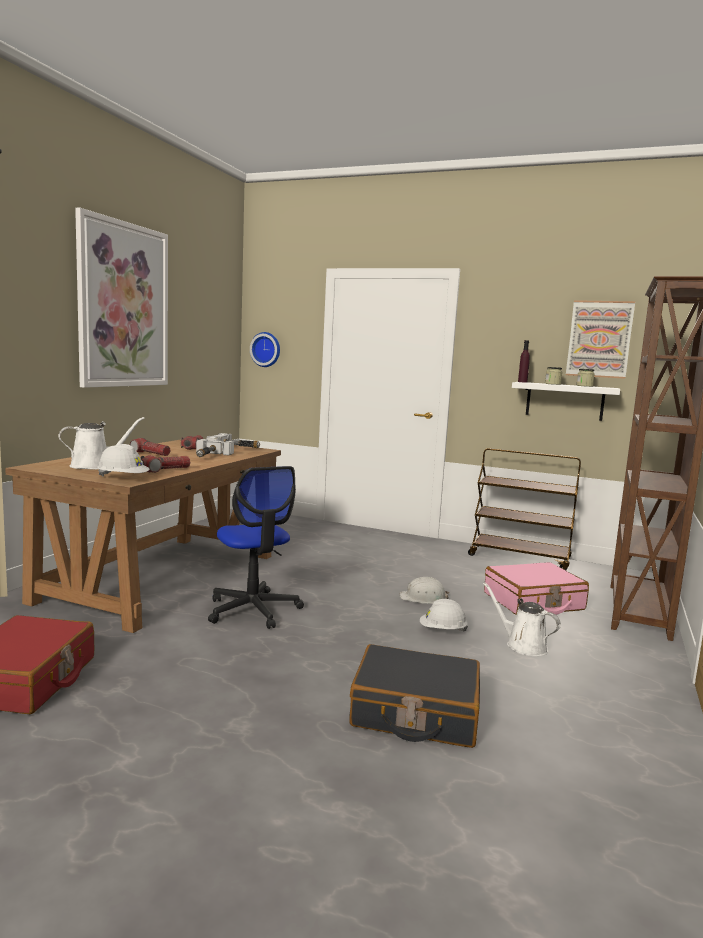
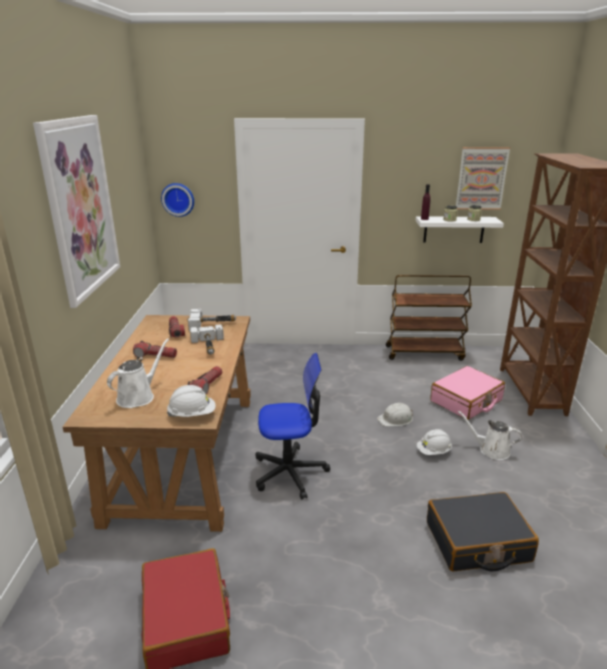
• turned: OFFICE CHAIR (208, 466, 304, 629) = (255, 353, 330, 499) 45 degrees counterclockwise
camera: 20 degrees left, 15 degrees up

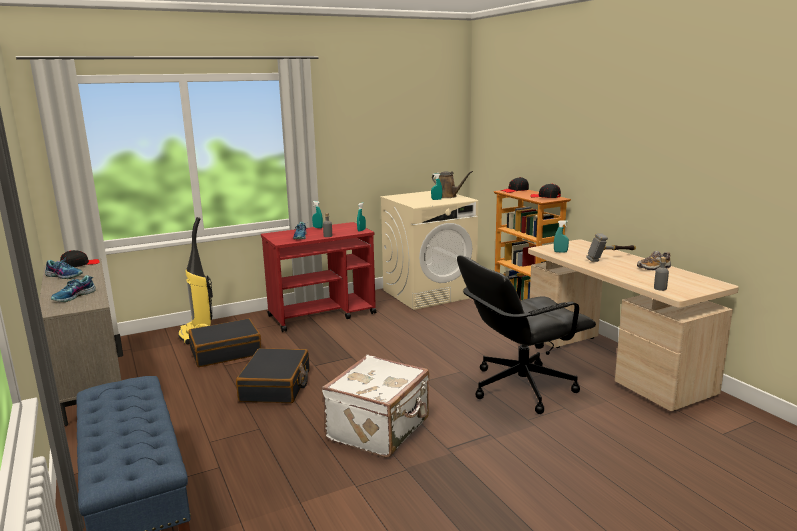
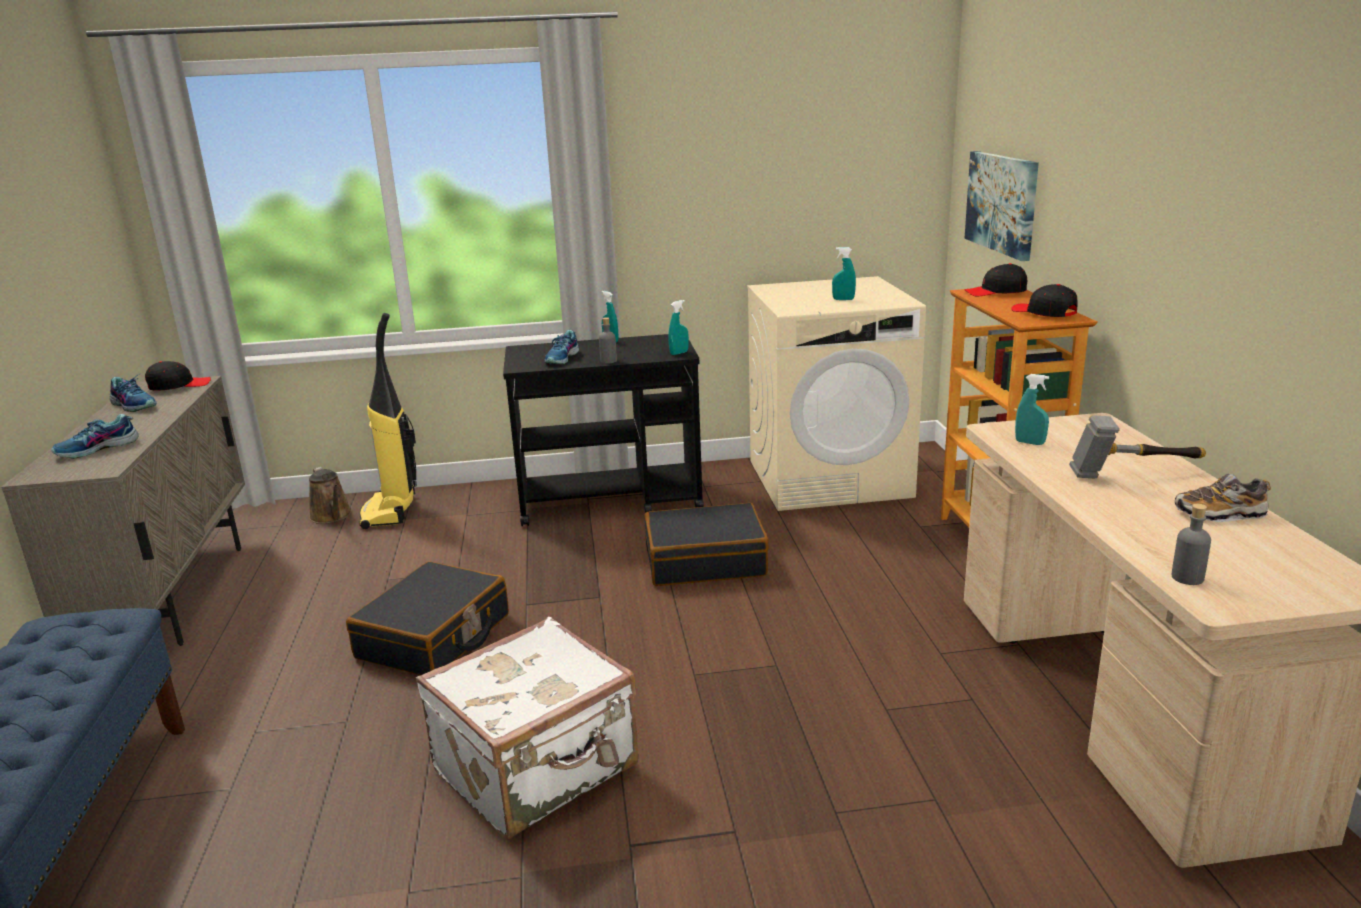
• moved: BROWN WATERING CAN (432, 171, 473, 198) to (309, 467, 352, 524)
• recoloured: RED CART (261, 222, 376, 332) to BLACK CART (503, 334, 704, 526)
• removed: BLACK OFFICE CHAIR (457, 255, 596, 414)
• moved: BLACK SUITCASE (188, 318, 261, 367) to (644, 503, 769, 586)
• added: PICTURE (964, 151, 1039, 261)
camera: 20 degrees right, 5 degrees up

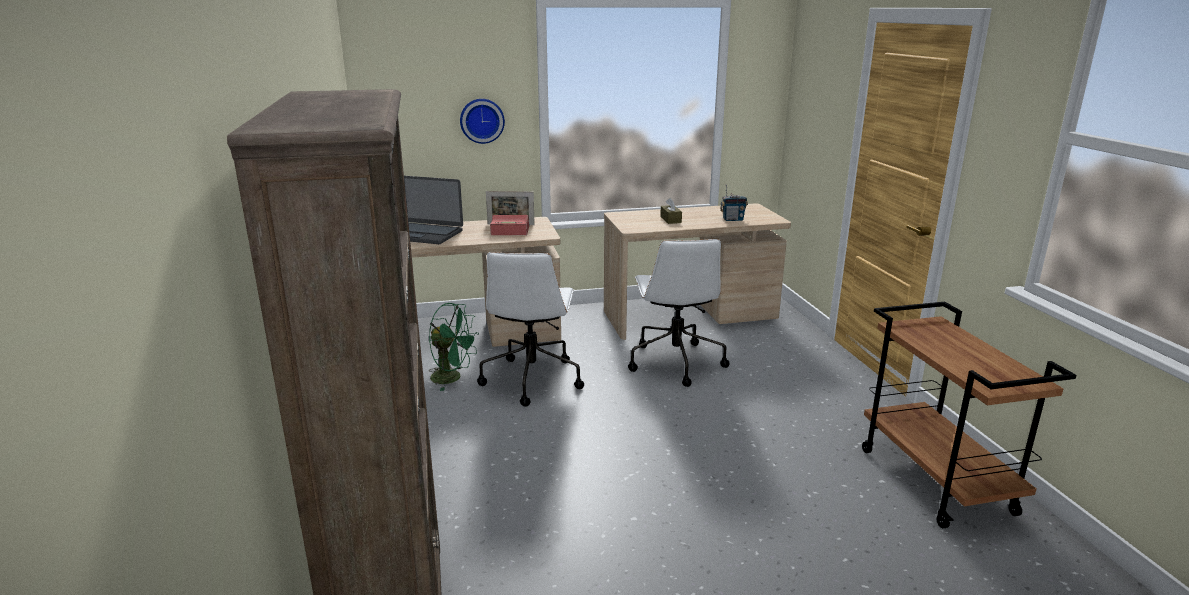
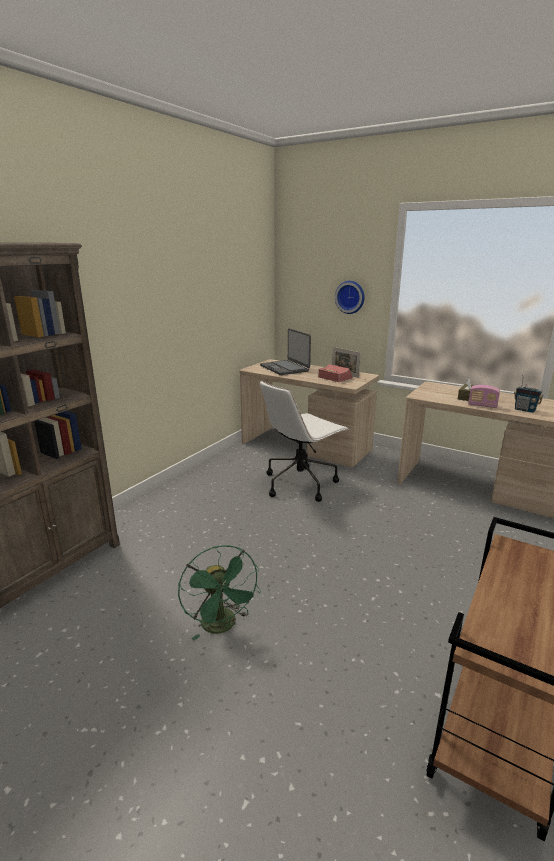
• removed: WHITE OFFICE CHAIR (628, 239, 730, 387)
• moved: GREEN FAN (429, 303, 479, 391) to (178, 545, 261, 641)
• added: RADIO (468, 385, 500, 408)
camera: 45 degrees right, 0 degrees up

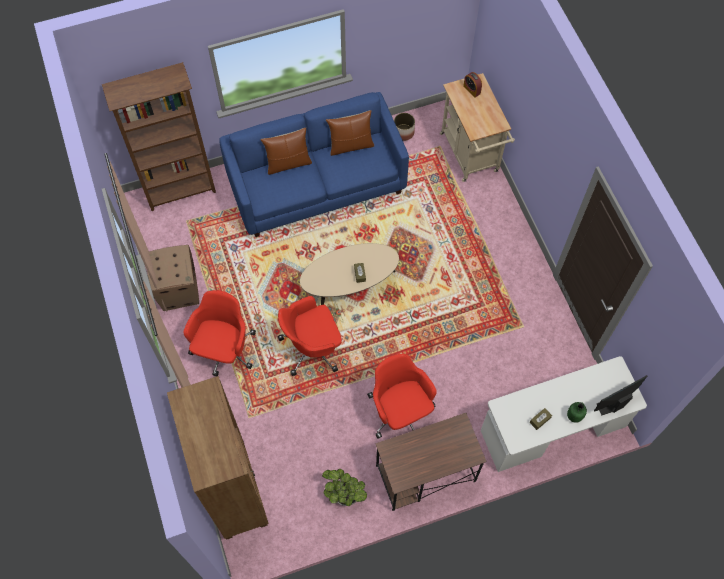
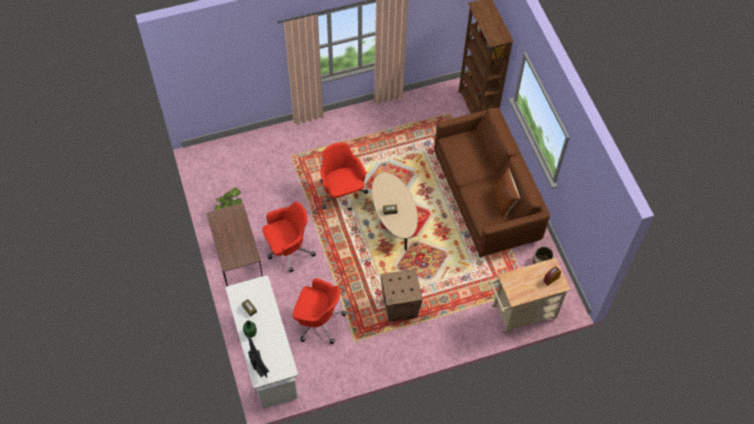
• recoloured: BLUE SOFA (219, 92, 409, 237) to BROWN SOFA (434, 107, 550, 257)
• removed: BROWN PILLOW (260, 128, 312, 175)
• moved: CARDBOARD BOX (147, 245, 199, 311) to (380, 269, 423, 322)
• moved: RED OFFICE CHAIR (183, 290, 256, 376) to (293, 278, 346, 344)
• removed: BROWN BOOKCASE (167, 376, 269, 540)
camera: 90 degrees right, 5 degrees down

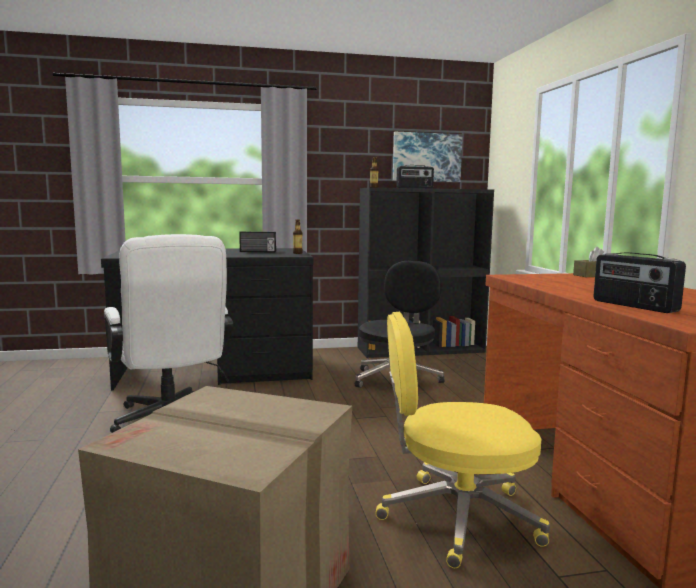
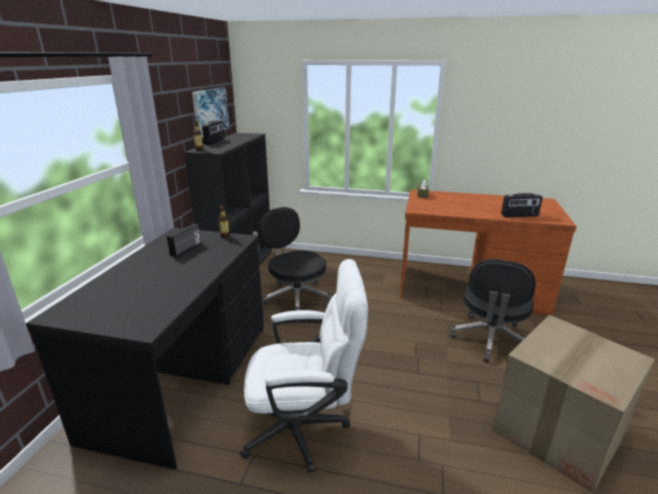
• recoloured: YELLOW OFFICE CHAIR (375, 312, 550, 568) to BLACK OFFICE CHAIR (449, 259, 536, 363)
camera: 65 degrees left, 15 degrees up

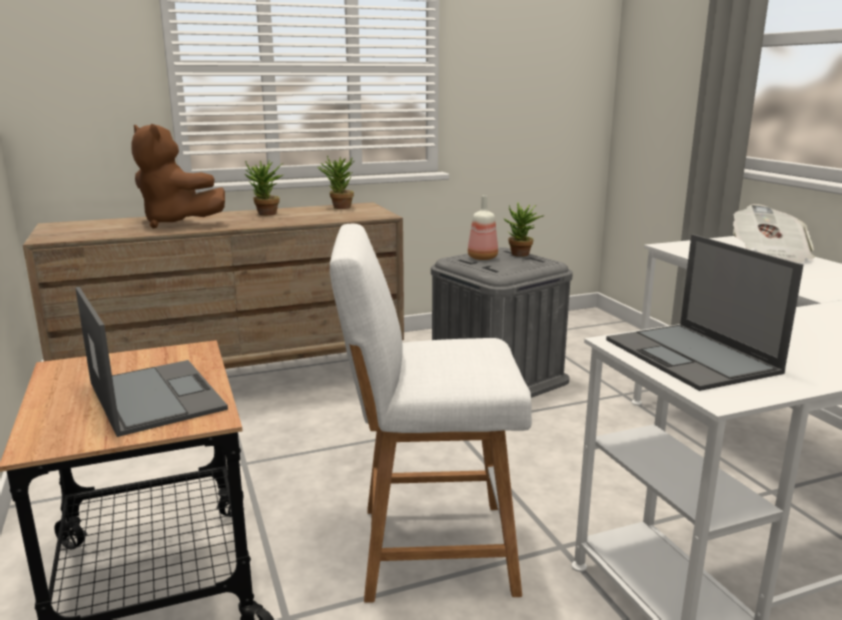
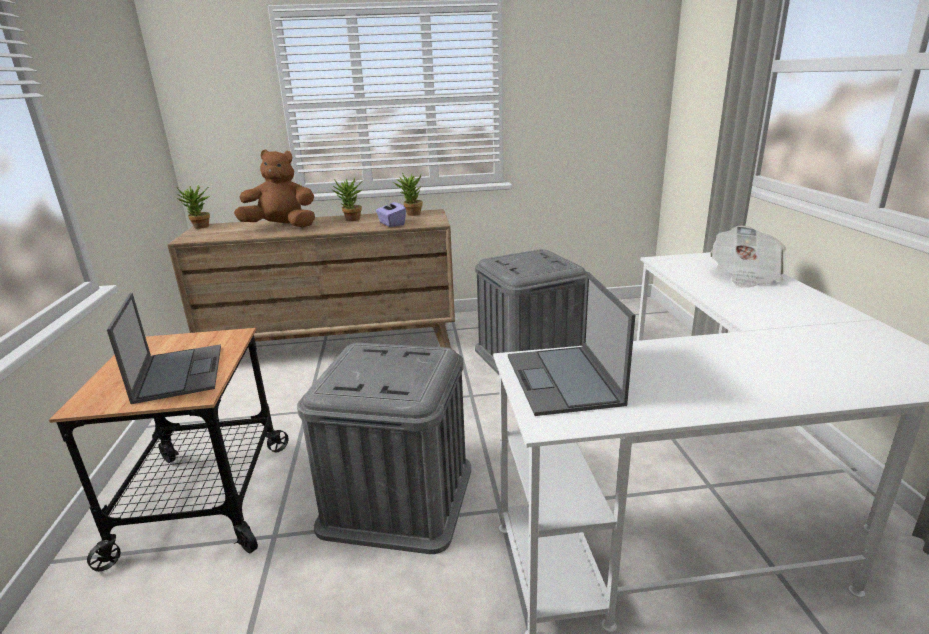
• turned: BROWN PLUSH TOY (131, 124, 225, 228) = (234, 150, 315, 228) 135 degrees clockwise
• removed: BOTTLE (468, 195, 498, 260)
• moved: POTTED PLANT (503, 203, 544, 257) to (177, 184, 210, 229)
• replaced: WHITE STOOL (330, 224, 532, 603) to GREY STORAGE BOX (297, 343, 471, 554)
• added: PURPLE TISSUE BOX (376, 198, 406, 227)
camera: 15 degrees right, 5 degrees up

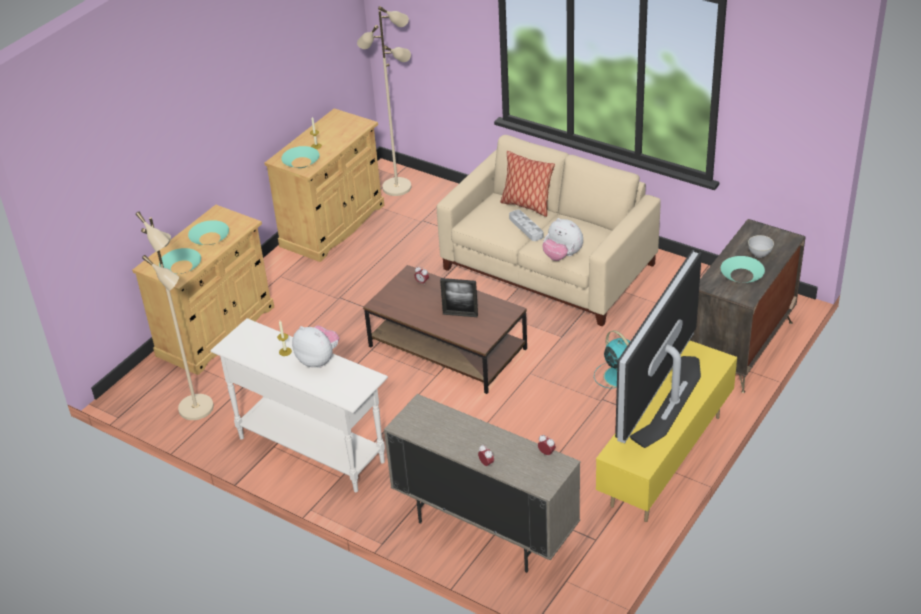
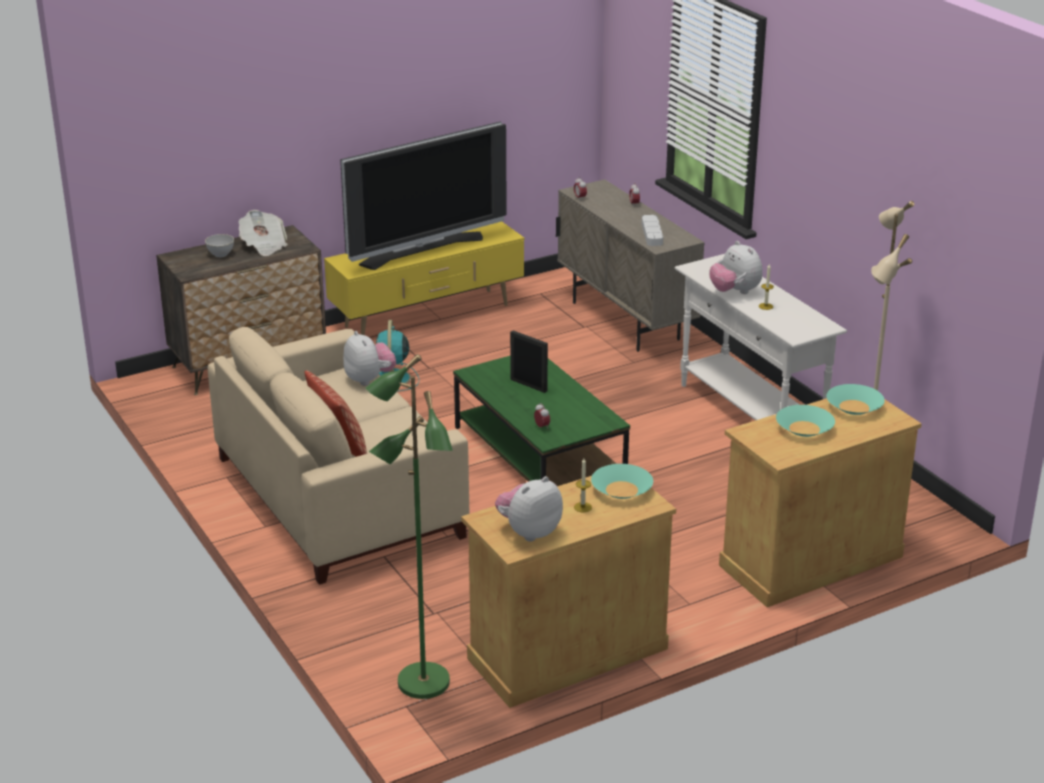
• recoloured: BEIGE FLOOR LAMP (357, 6, 411, 196) to GREEN FLOOR LAMP (366, 354, 453, 699)
• moved: GREY TRAY (509, 210, 543, 241) to (642, 215, 663, 246)
• replaced: TURQUOISE BOWL (721, 256, 765, 283) to NEWSPAPER (239, 210, 287, 256)
• recoloured: BROWN COFFEE TABLE (363, 265, 527, 394) to GREEN COFFEE TABLE (453, 356, 630, 486)
• added: PLUSH TOY (495, 476, 563, 542)
camera: 155 degrees left, 10 degrees down

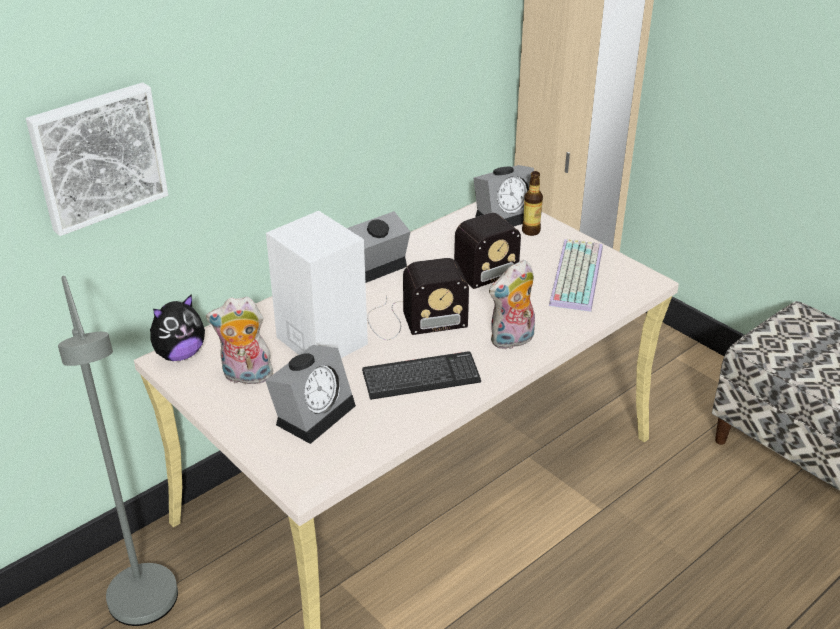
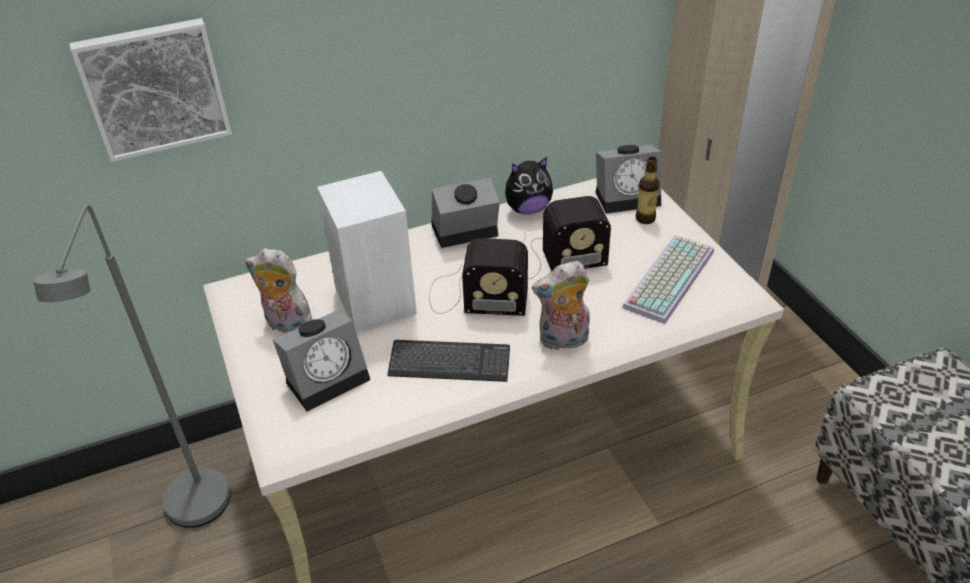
• moved: PLUSH TOY (150, 294, 205, 361) to (505, 157, 553, 215)
camera: 20 degrees right, 5 degrees up

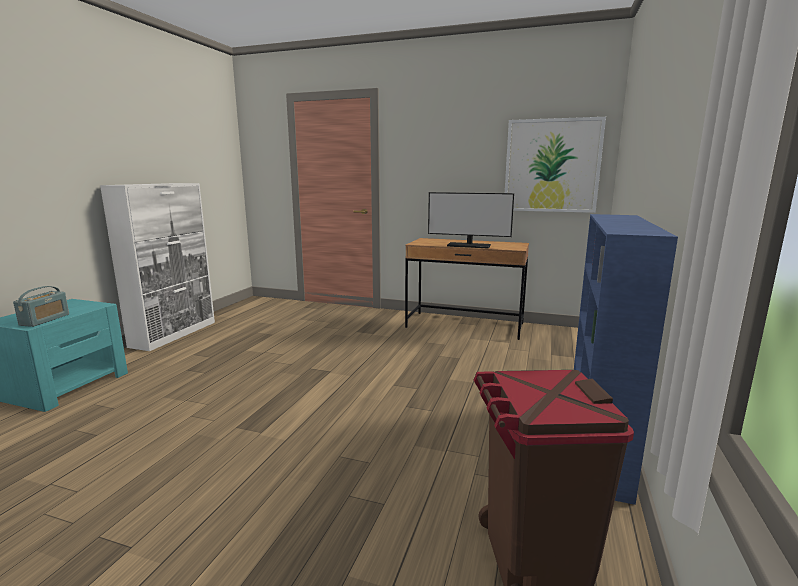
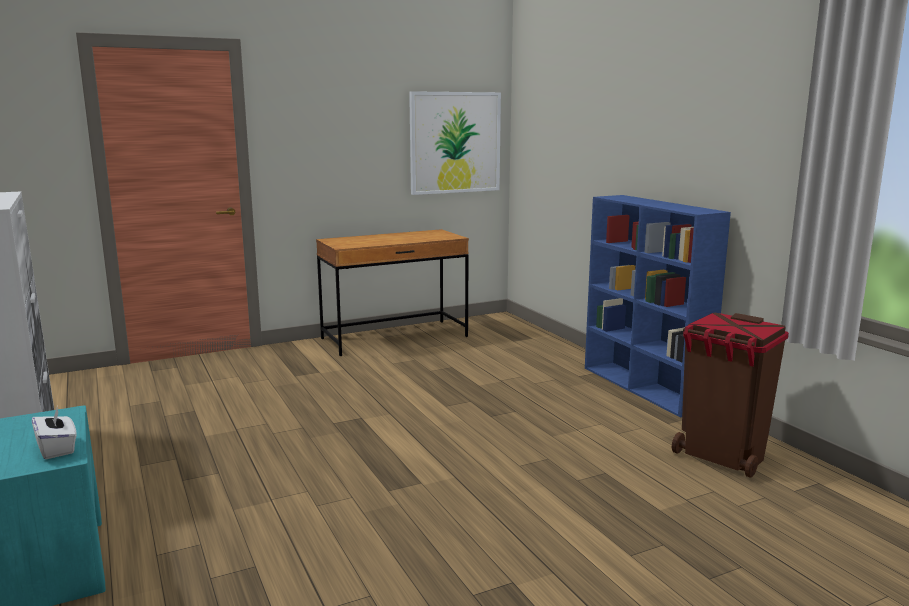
• removed: MONITOR (428, 192, 514, 249)
• replaced: RADIO (13, 286, 69, 327) to WHITE TISSUE BOX (32, 408, 77, 459)
camera: 45 degrees left, 0 degrees up

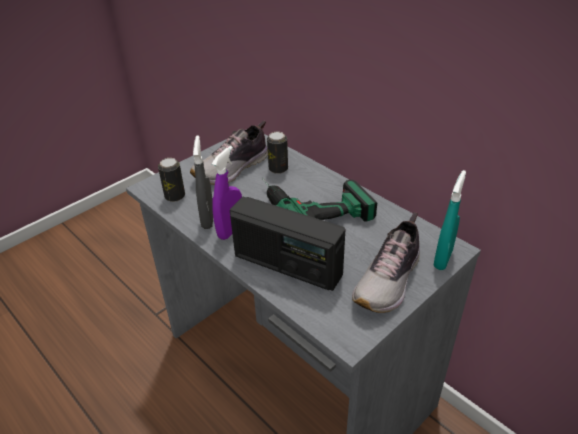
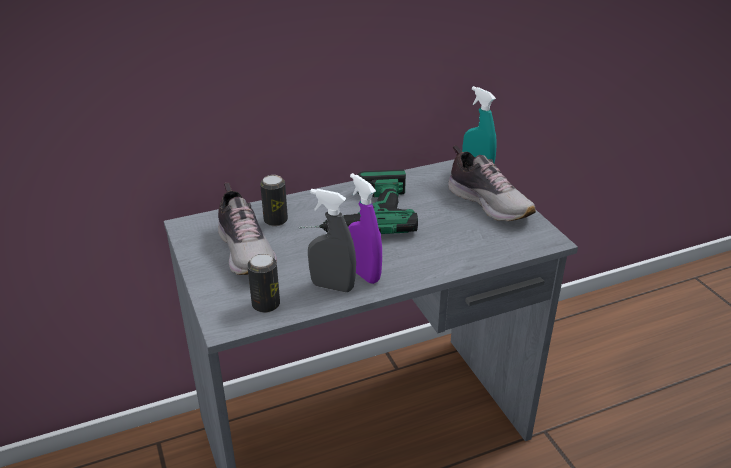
• removed: RADIO (230, 197, 345, 291)
camera: 70 degrees left, 5 degrees down

